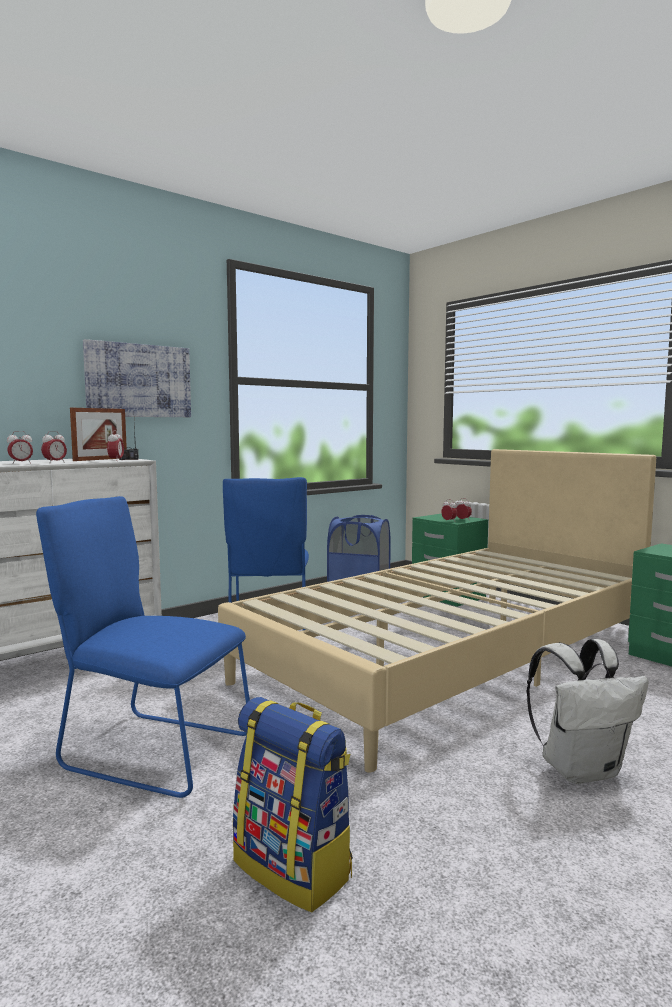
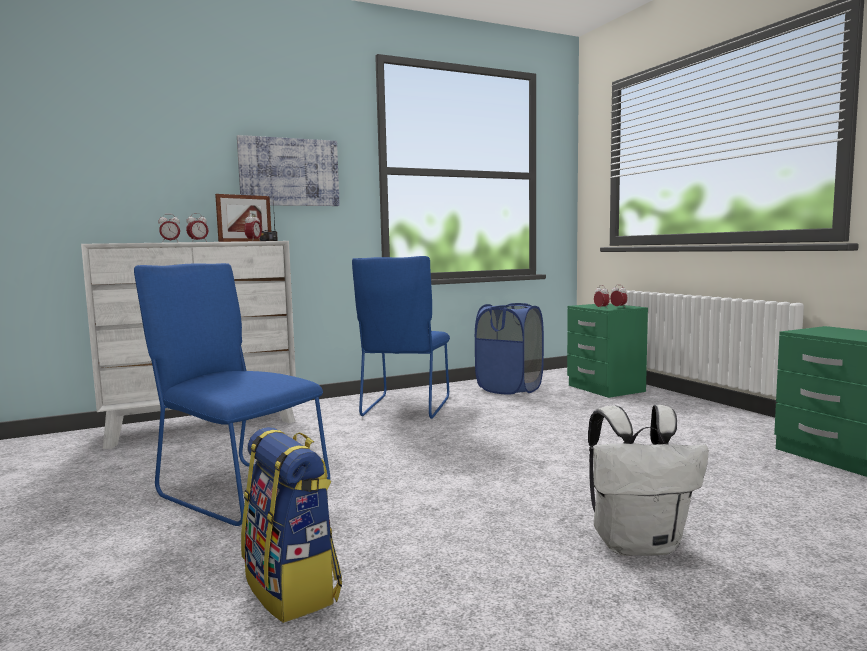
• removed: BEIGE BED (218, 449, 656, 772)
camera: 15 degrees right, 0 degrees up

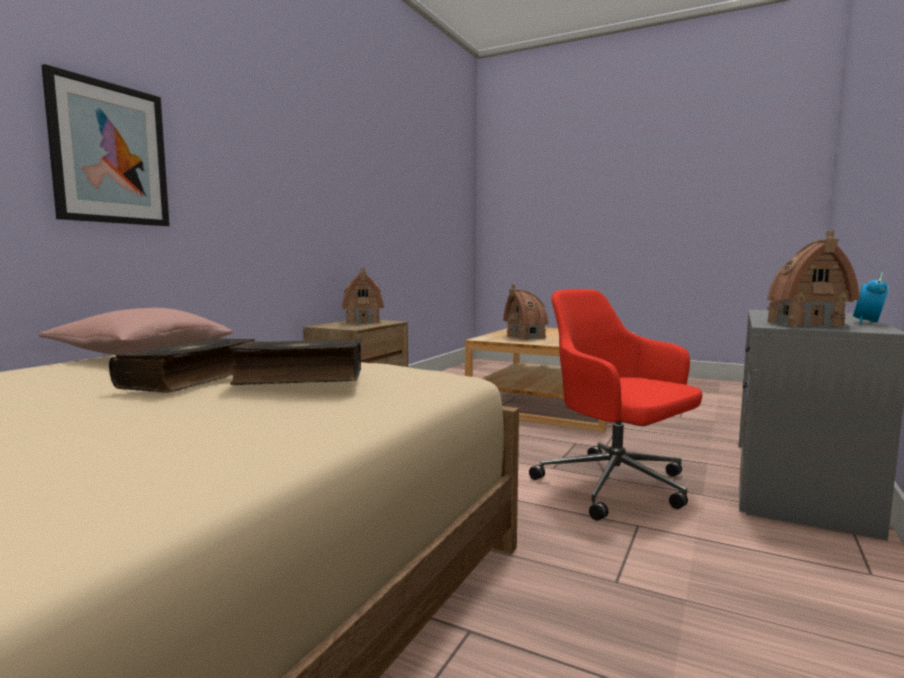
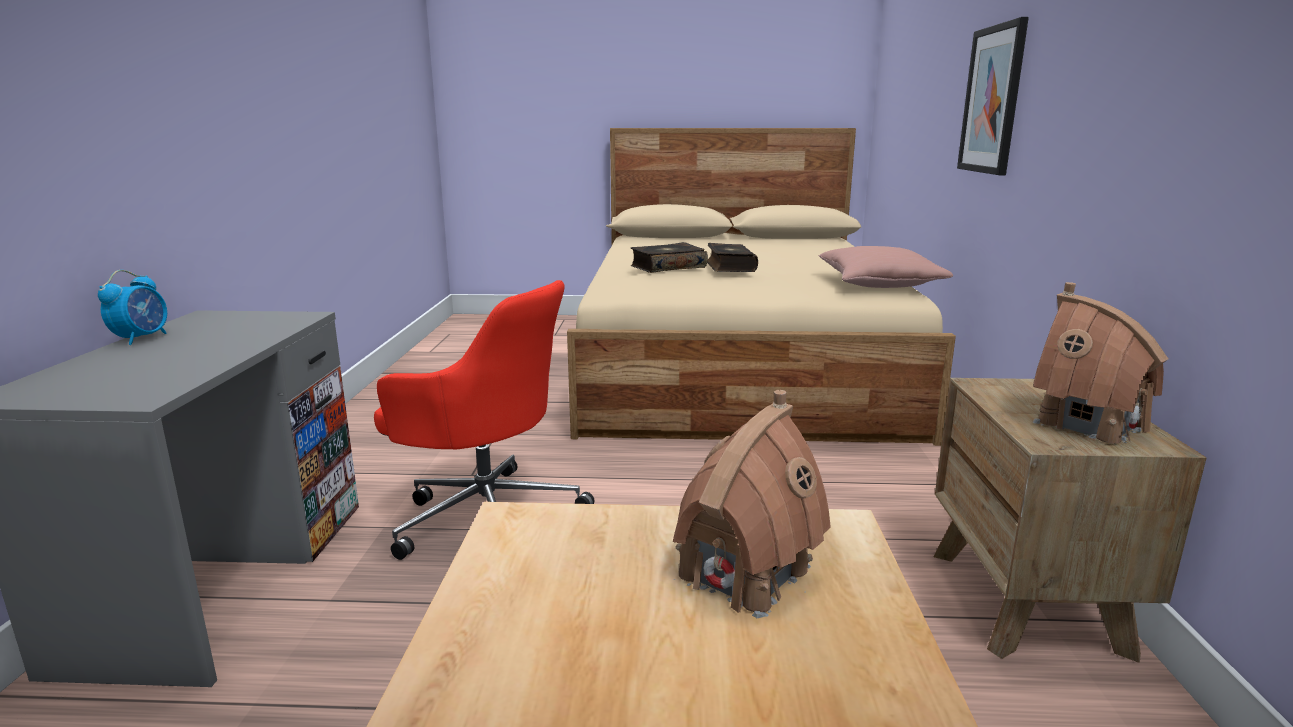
• removed: TOY HOUSE (765, 230, 860, 327)
camera: 155 degrees right, 10 degrees up

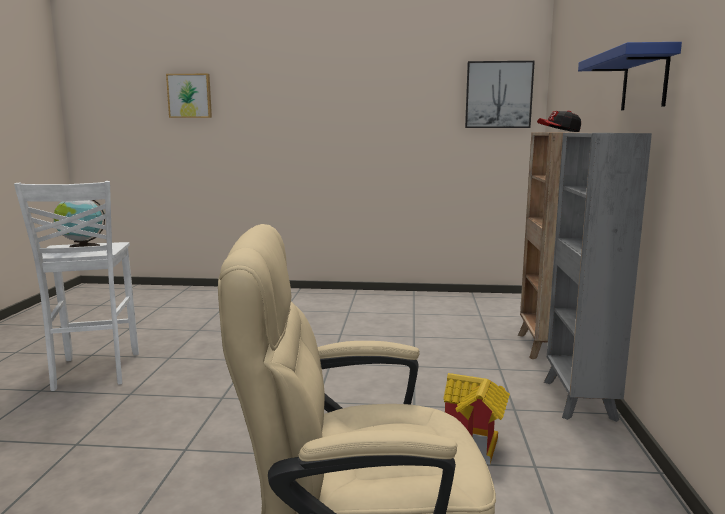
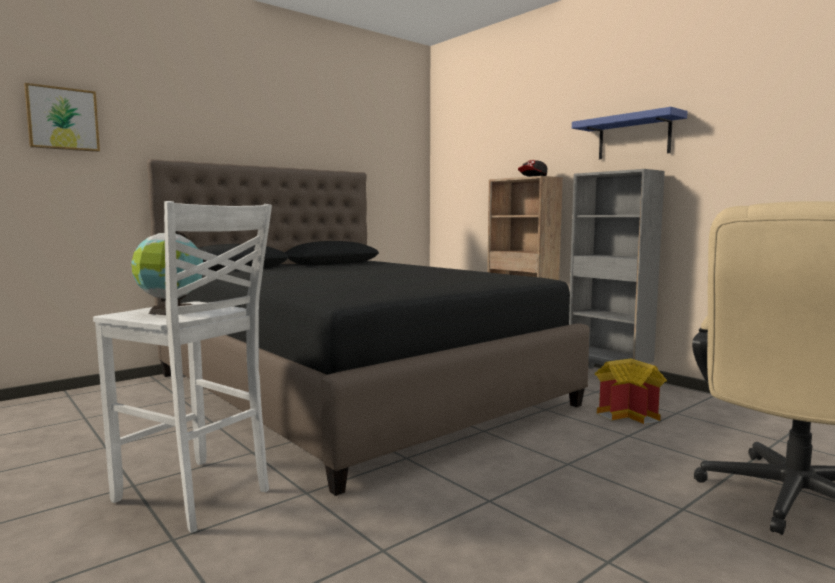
• removed: PICTURE (465, 61, 535, 128)
• added: BLACK BED (147, 159, 589, 496)
camera: 45 degrees left, 5 degrees down

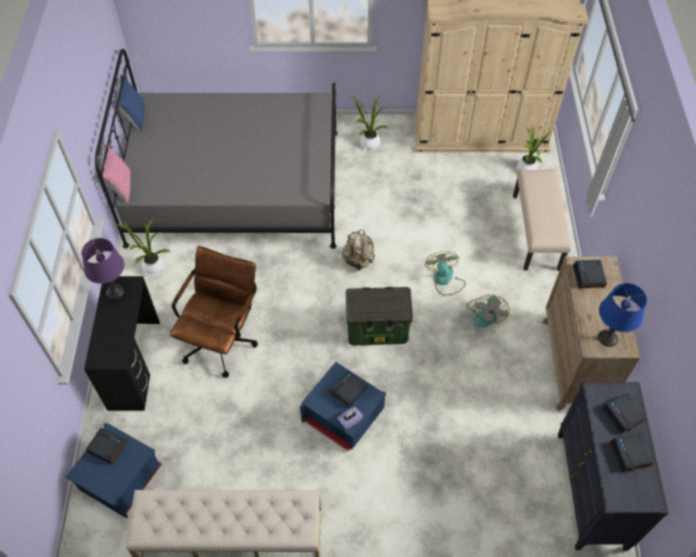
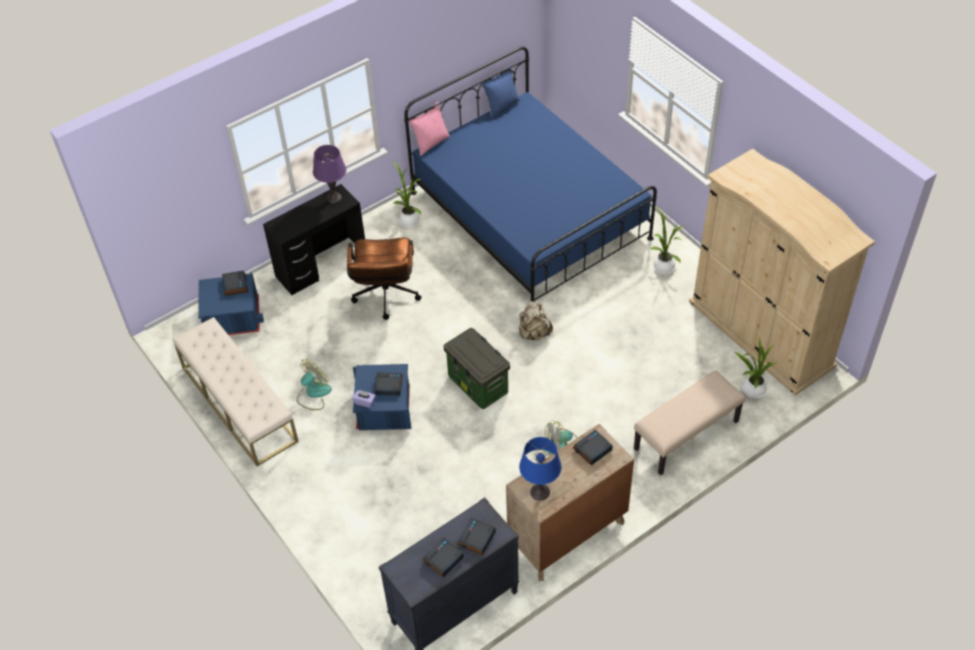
• recoloured: GREY BED (95, 49, 338, 249) to BLUE BED (404, 46, 657, 302)
• turned: BROWN OFFICE CHAIR (170, 246, 258, 378) = (347, 238, 421, 320) 105 degrees clockwise
• moved: FAN (425, 251, 466, 296) to (297, 359, 332, 410)
camera: 55 degrees right, 5 degrees down

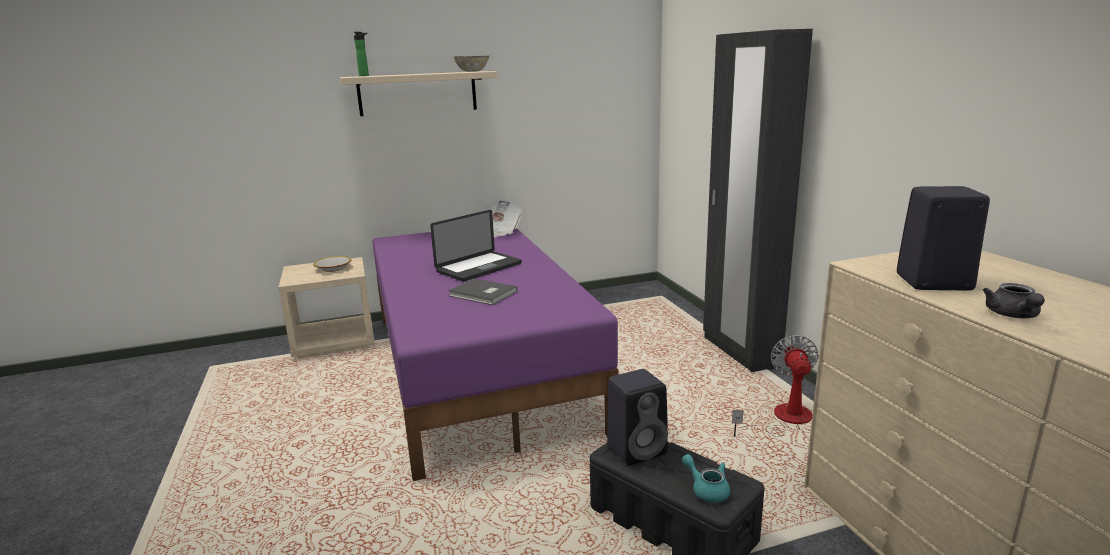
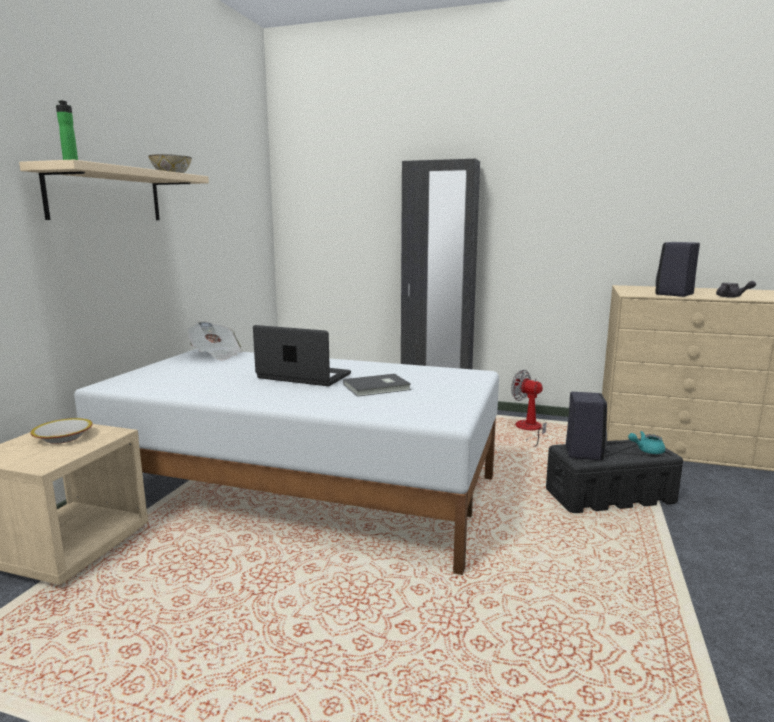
• turned: LAPTOP (430, 210, 522, 282) = (253, 325, 351, 386) 60 degrees counterclockwise
• recoloured: PURPLE BED (373, 228, 618, 481) to WHITE BED (74, 349, 499, 575)
camera: 55 degrees left, 5 degrees down

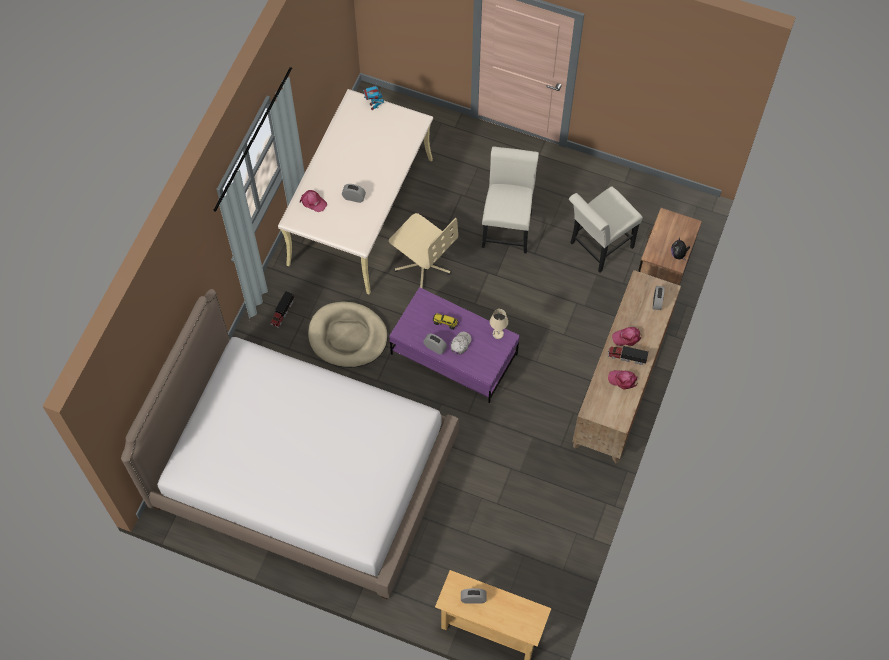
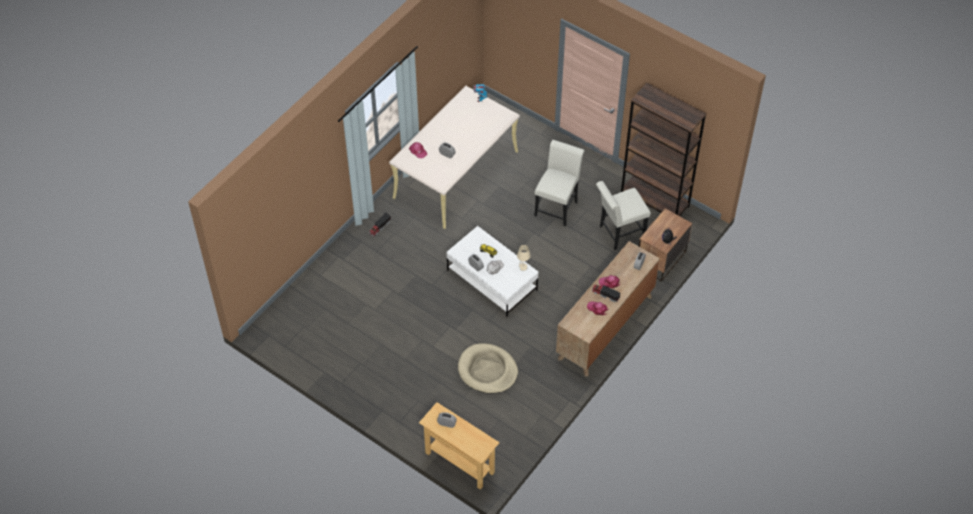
• removed: BEIGE OFFICE CHAIR (389, 213, 458, 289)
• recoloured: PURPLE COFFEE TABLE (389, 287, 520, 403) to WHITE COFFEE TABLE (447, 226, 538, 317)
• removed: BED (121, 289, 459, 599)
• moved: BEIGE DOG BED (308, 301, 388, 368) to (458, 343, 518, 394)
• added: BROWN BOOKCASE (621, 83, 706, 216)
camera: 15 degrees right, 10 degrees down

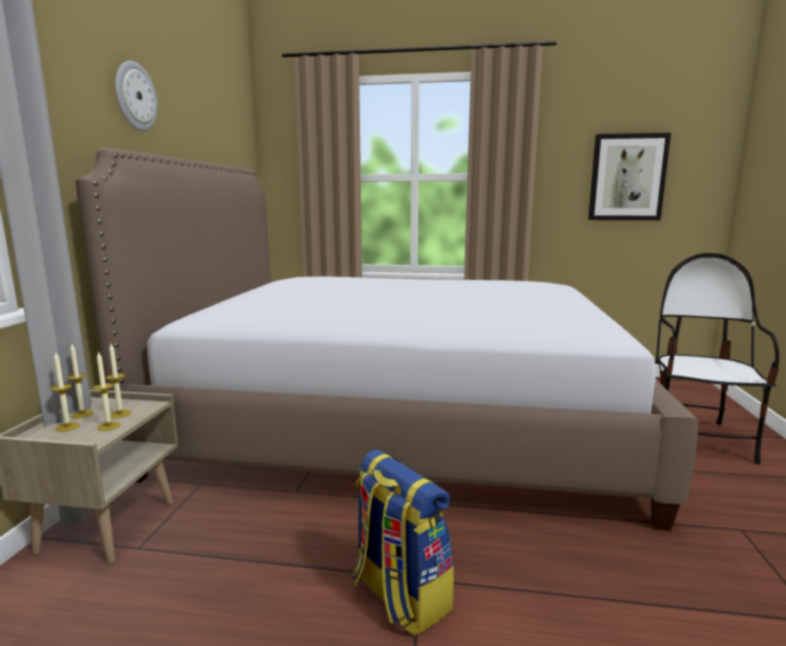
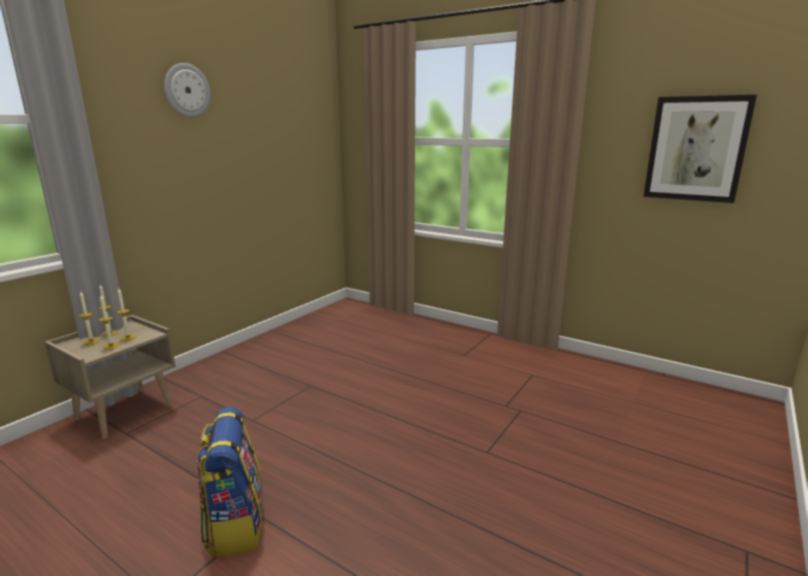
• removed: BED (76, 148, 698, 531)
• removed: CHAIR (656, 253, 779, 464)
camera: 25 degrees right, 5 degrees up

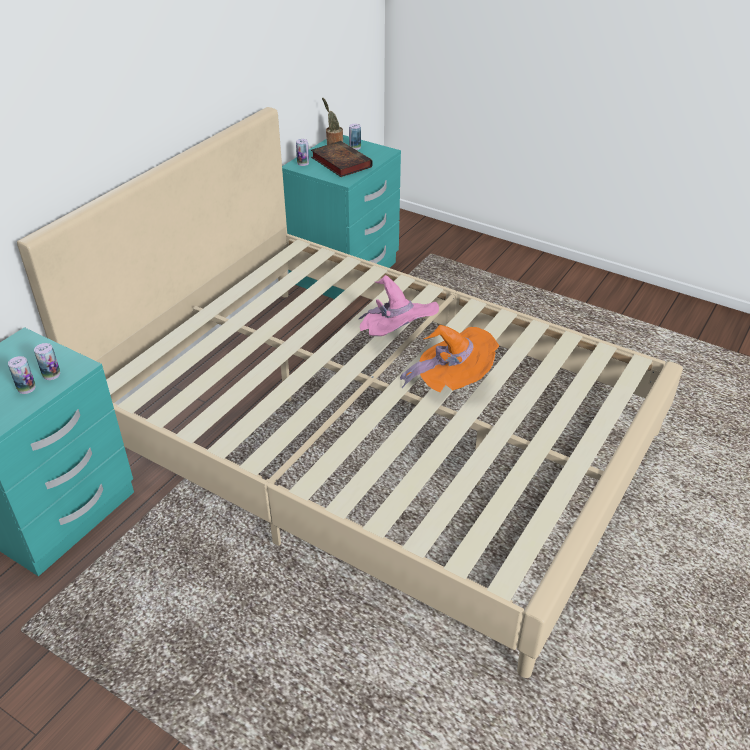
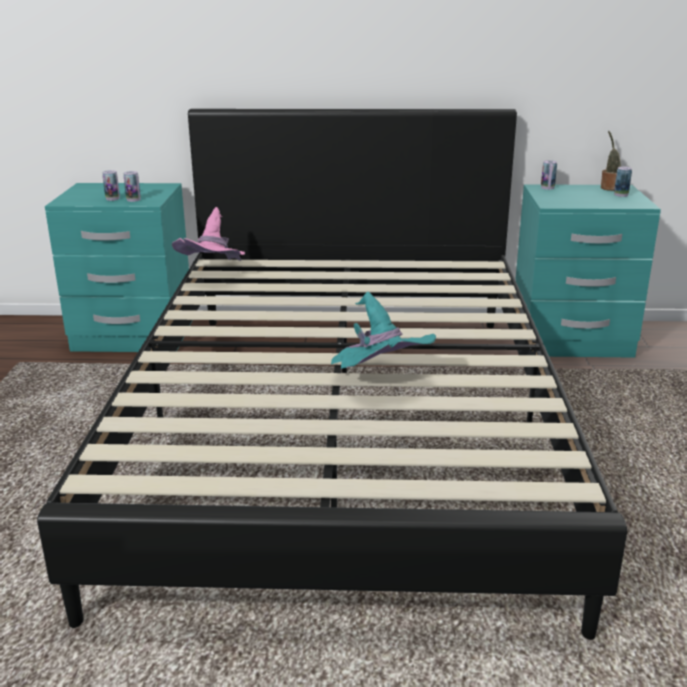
• recoloured: BEIGE BED (17, 107, 683, 678) to BLACK BED (37, 109, 627, 640)
• removed: BOOK (311, 141, 373, 177)
• moved: PINK HAT (359, 275, 439, 336) to (172, 207, 245, 261)
• recoloured: ORANGE HAT (400, 325, 499, 392) to TURQUOISE HAT (331, 292, 436, 369)
camera: 60 degrees right, 15 degrees down

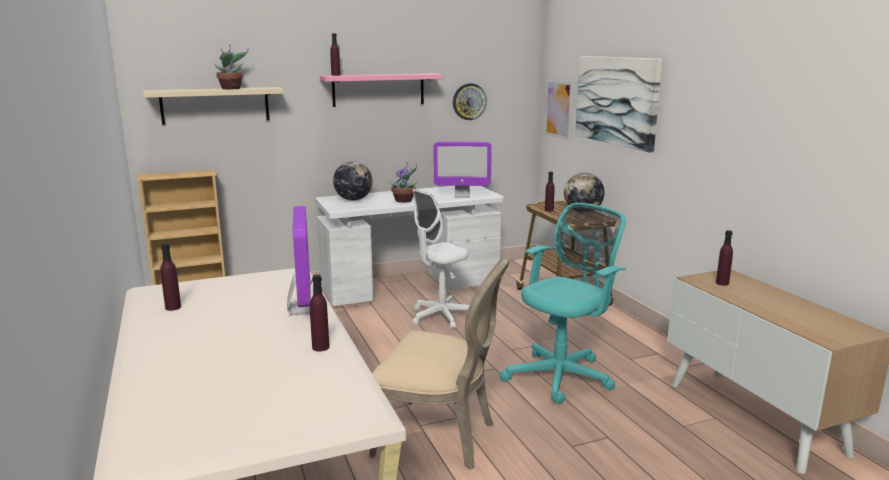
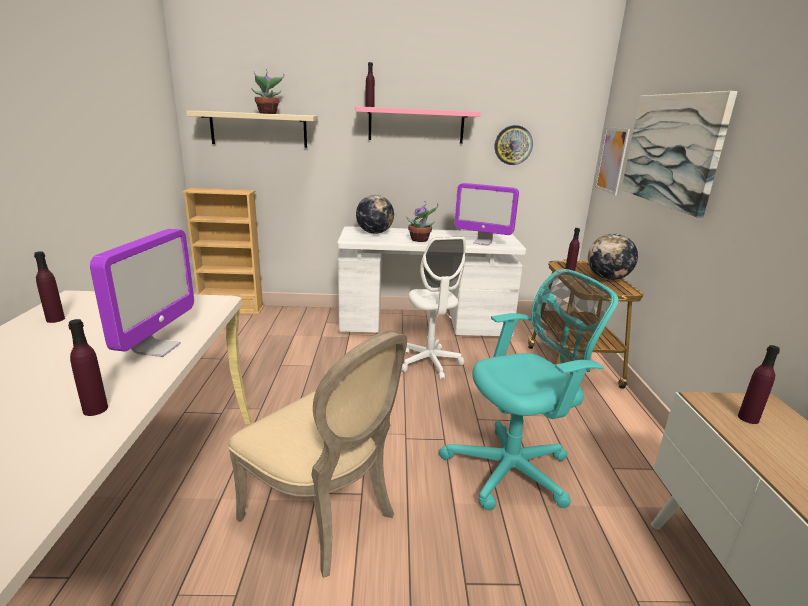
• turned: WHITE OFFICE CHAIR (413, 189, 469, 330) = (402, 237, 466, 380) 90 degrees counterclockwise
camera: 20 degrees right, 5 degrees up

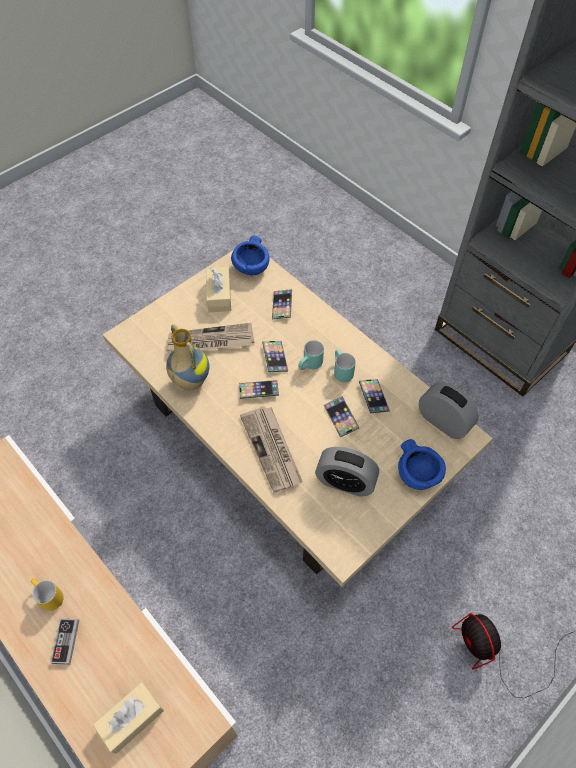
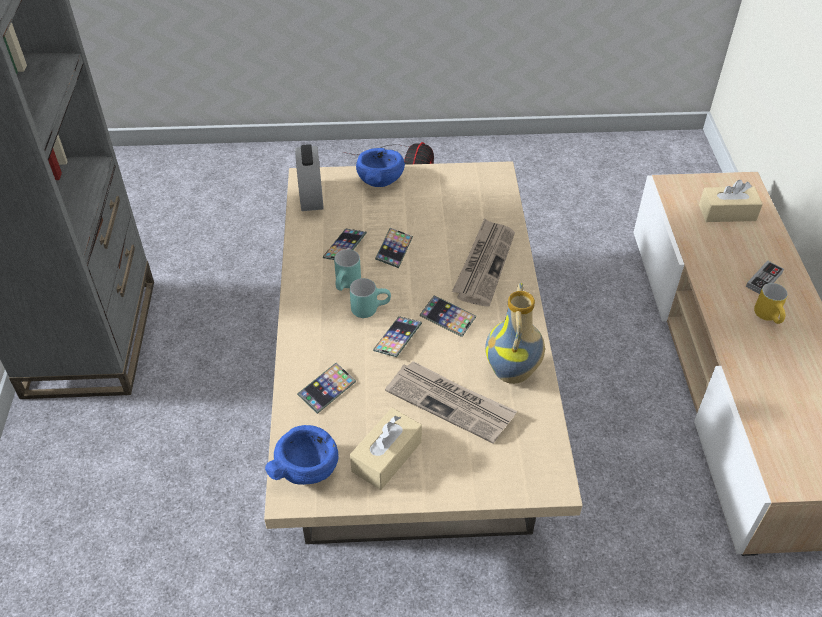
• removed: ALARM CLOCK (315, 447, 379, 497)
camera: 140 degrees left, 10 degrees down

